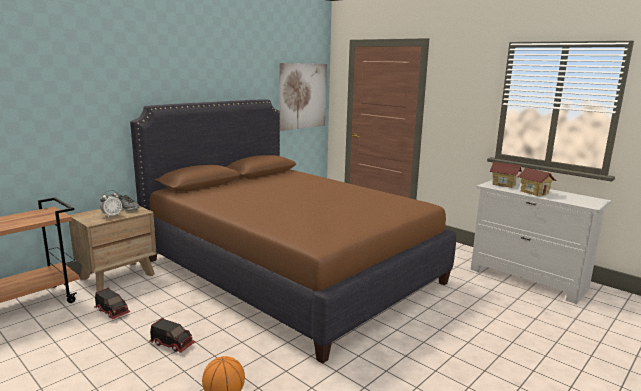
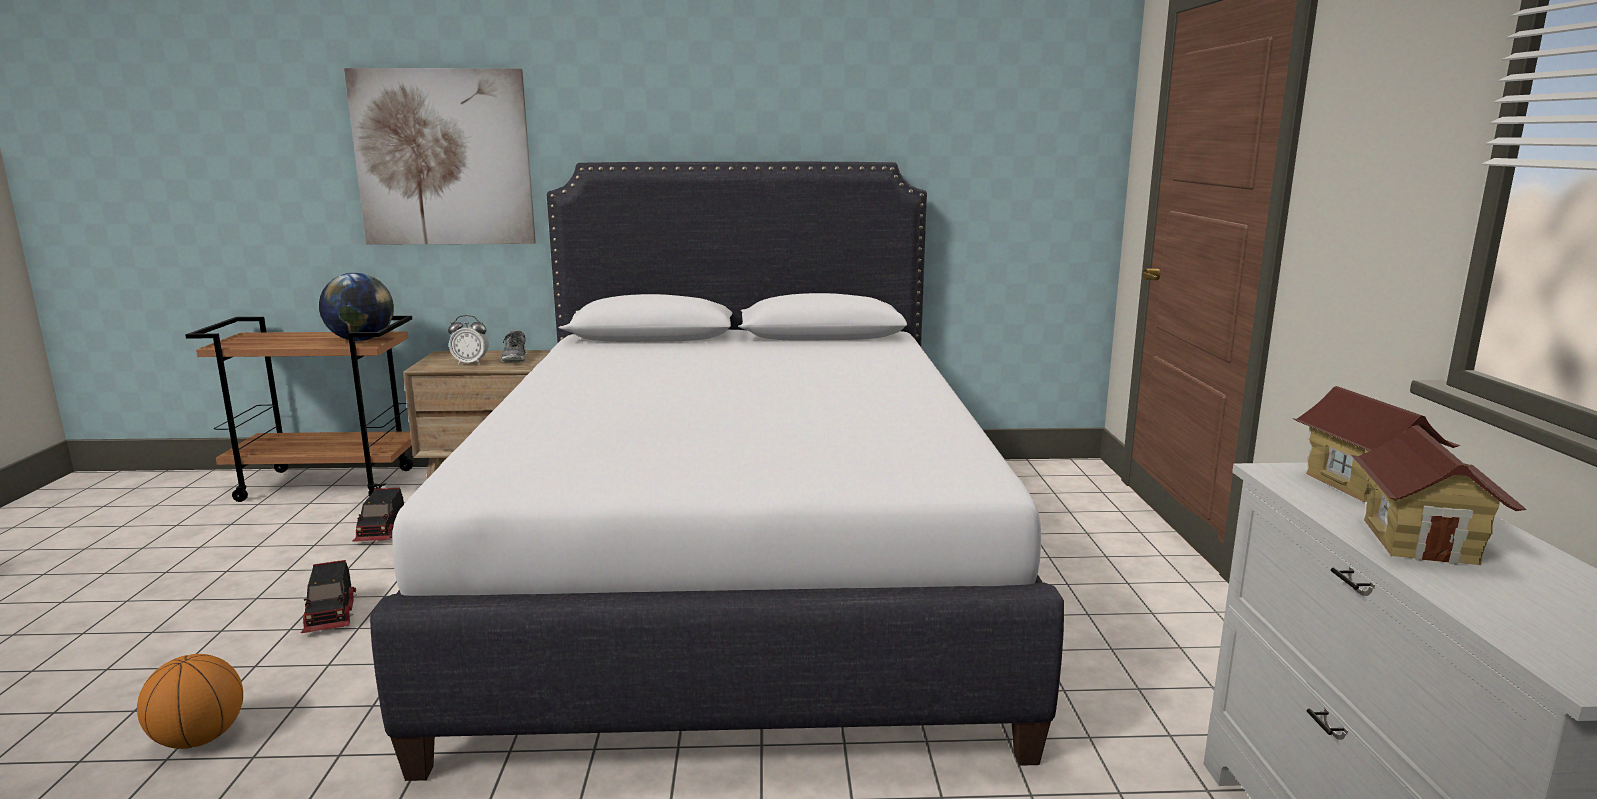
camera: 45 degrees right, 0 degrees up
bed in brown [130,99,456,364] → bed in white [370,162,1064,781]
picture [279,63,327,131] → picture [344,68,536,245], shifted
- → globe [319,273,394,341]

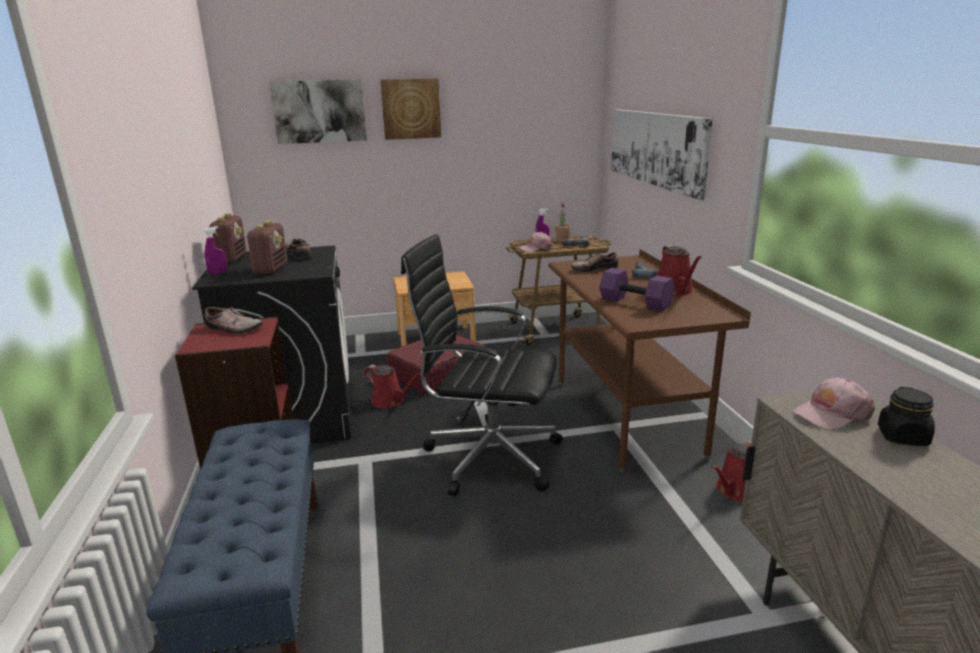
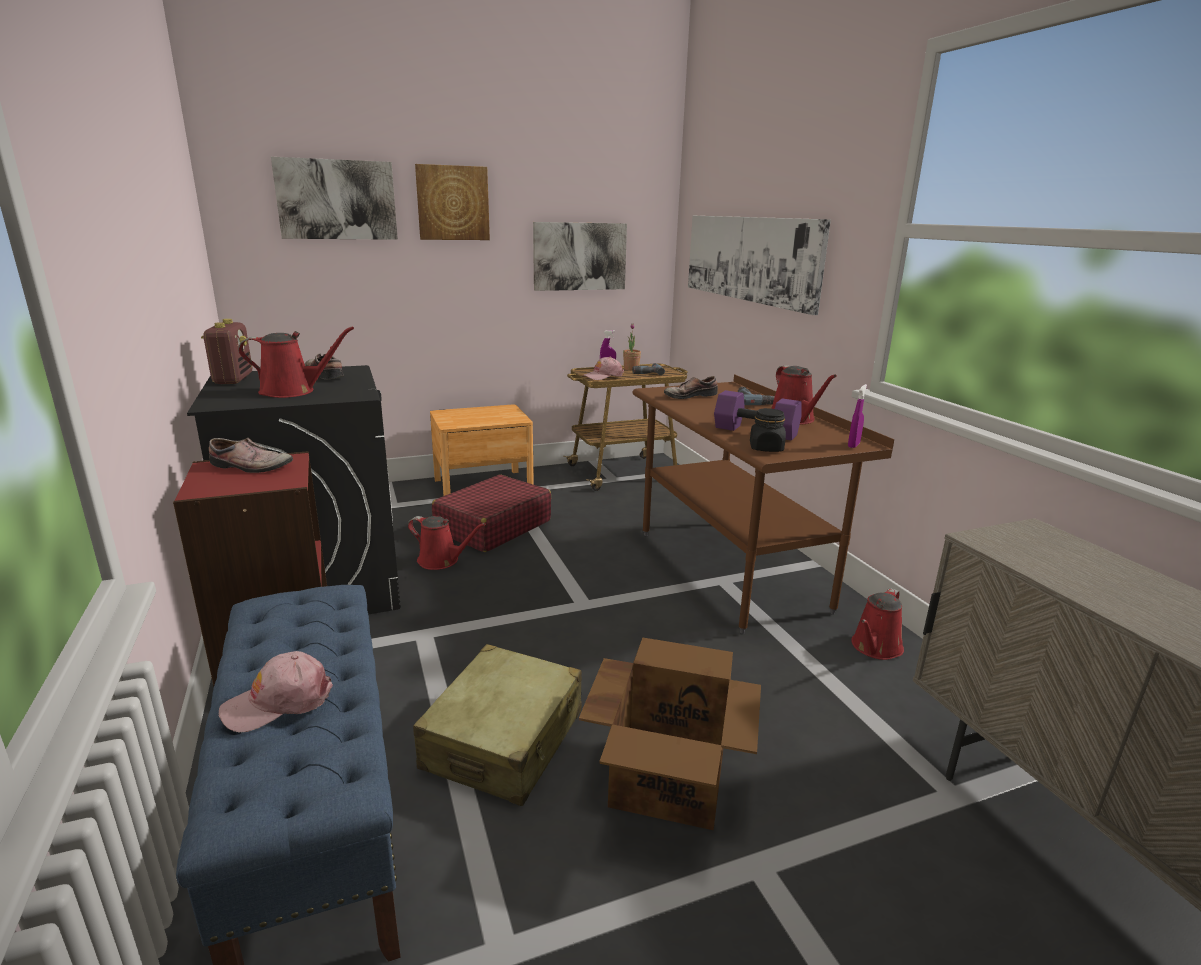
camera: 10 degrees left, 0 degrees up
spray bottle in purple [204,226,227,275] → spray bottle in purple [848,384,867,448], shifted
radio [246,221,287,274] → watering can in red [238,326,354,398]
office chair in black [401,234,563,496] → -
cap in pink [792,378,875,430] → cap in pink [219,651,333,733], shifted
jar in black [878,387,935,446] → jar in black [750,408,786,452], shifted
- → suitcase in beige [413,644,582,806]
- → picture [533,222,627,291]
- → cardboard box [579,638,761,830]

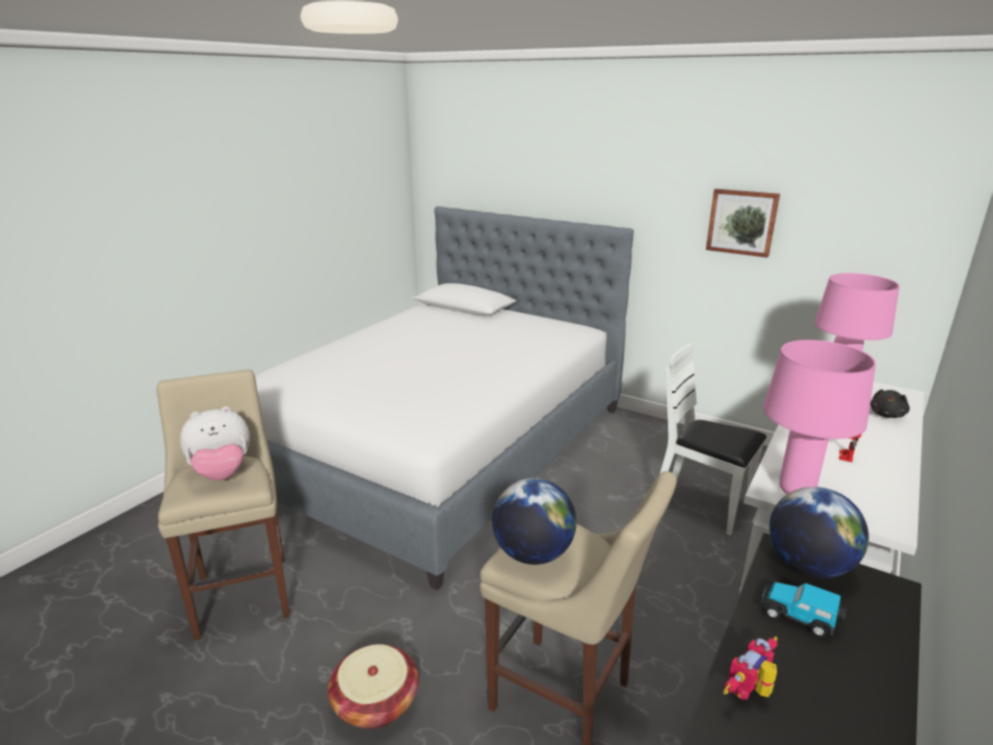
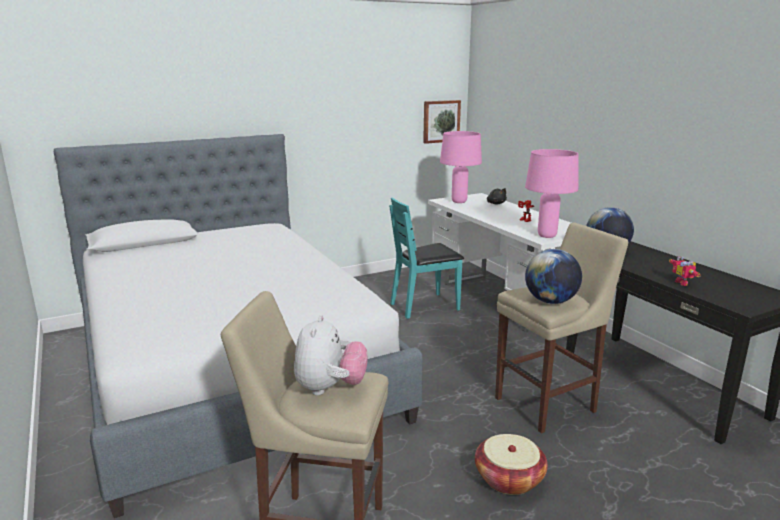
camera: 60 degrees left, 5 degrees down
chair in white [660,343,767,536] → chair in turquoise [389,198,464,319]
picture [706,189,780,258] → picture [423,100,461,144], shifted
toy car [761,581,846,637] → -

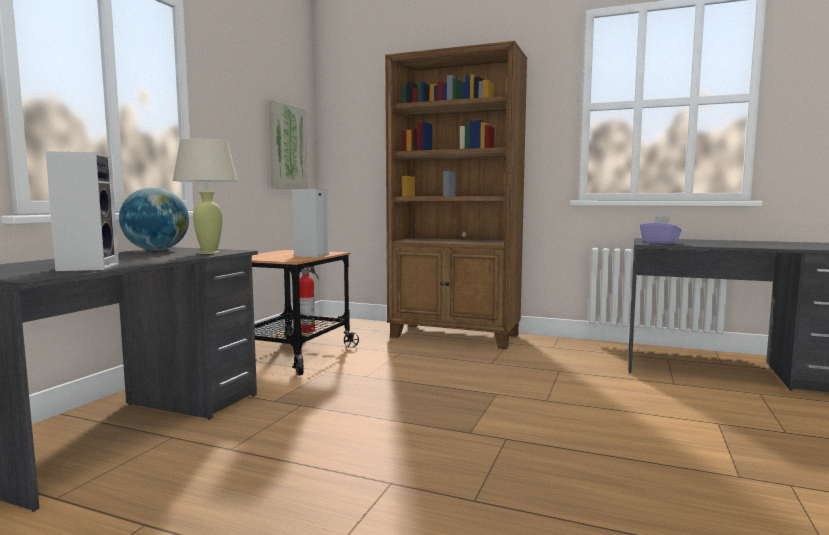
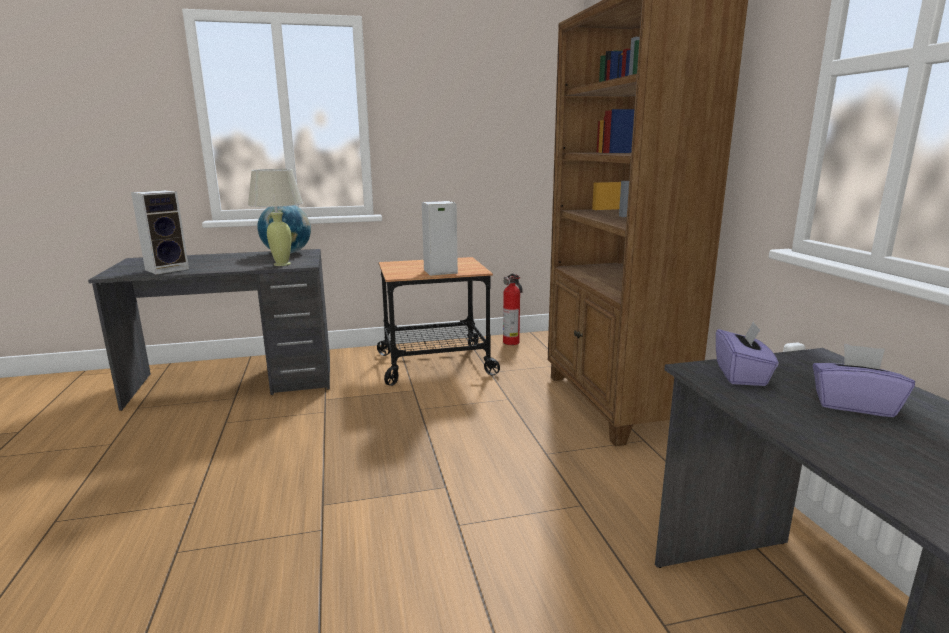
camera: 55 degrees right, 10 degrees up
picture [268,100,308,189] → -
- → tissue box in purple [813,344,915,417]

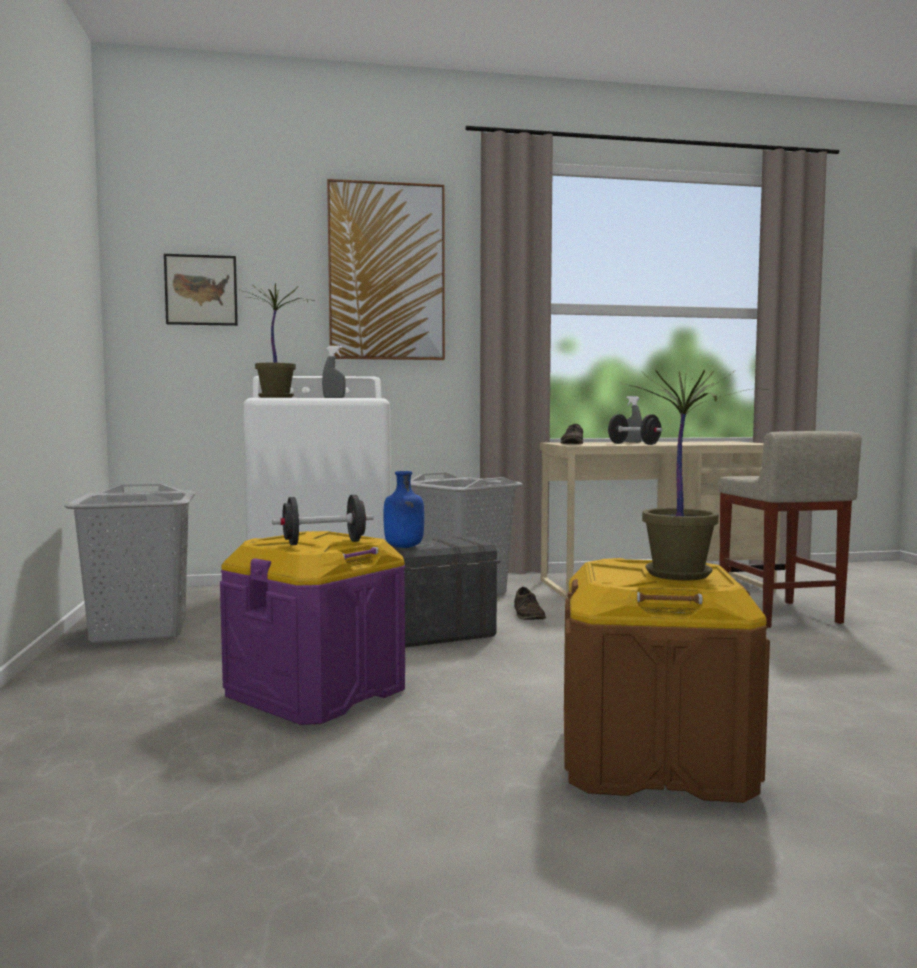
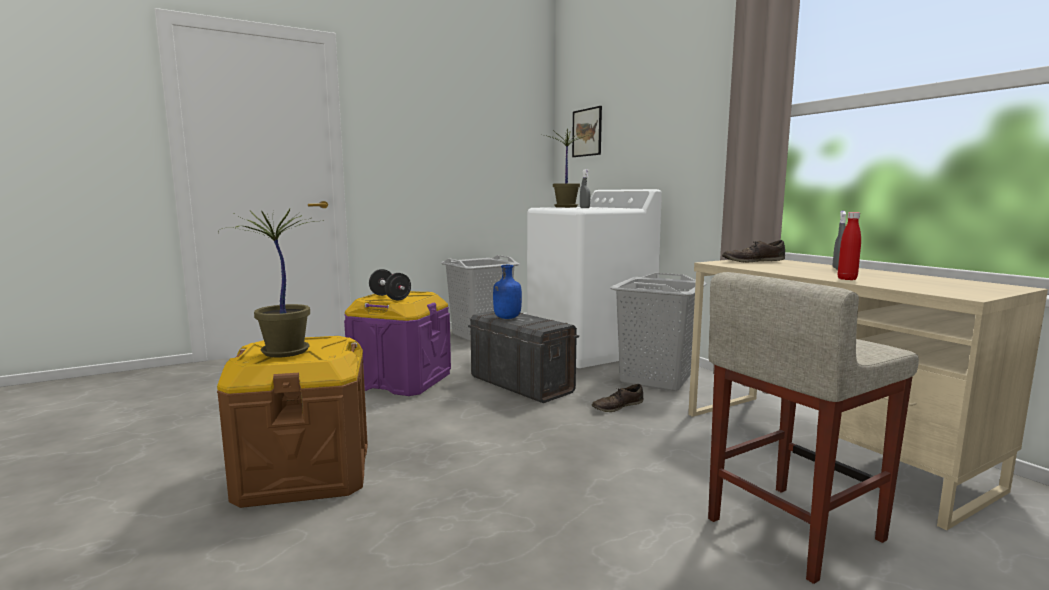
camera: 70 degrees right, 5 degrees up
picture [327,179,445,360] → -
dumbbell in black [608,414,662,445] → -
- → bottle in red [838,212,861,280]

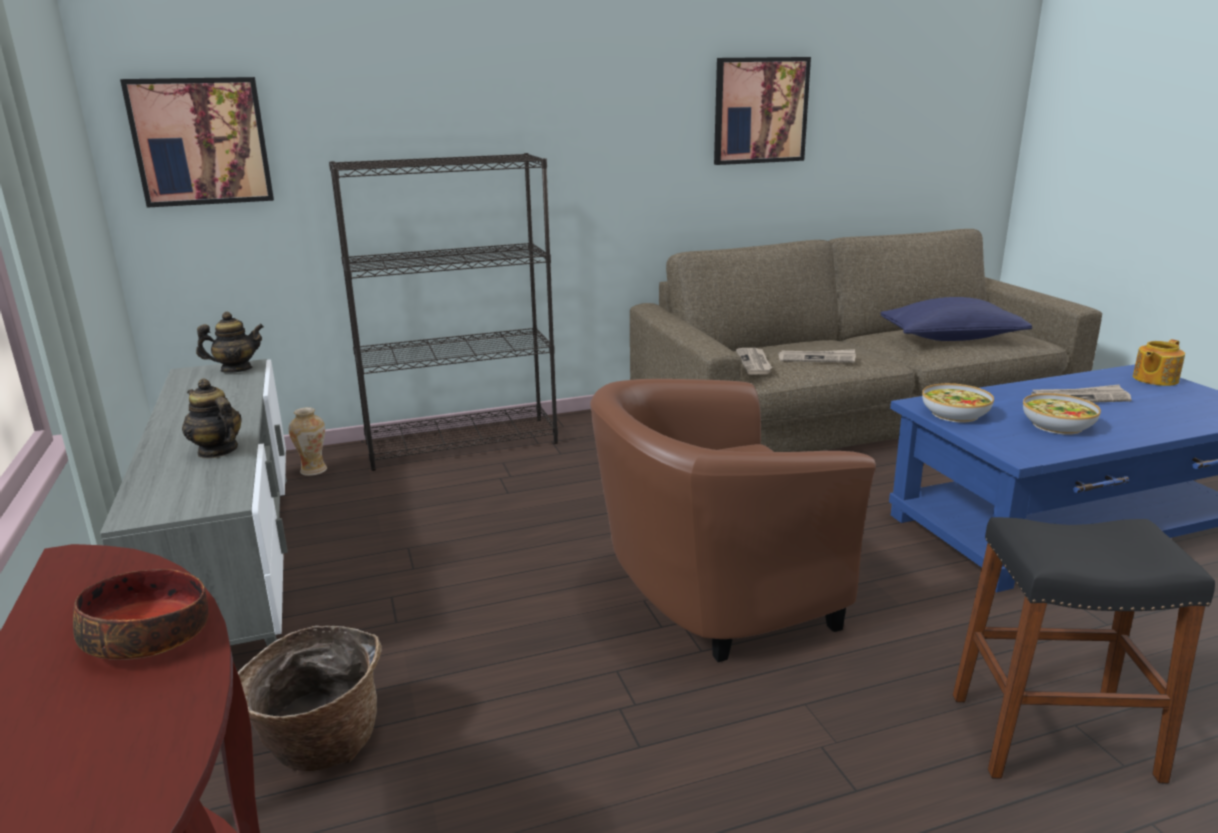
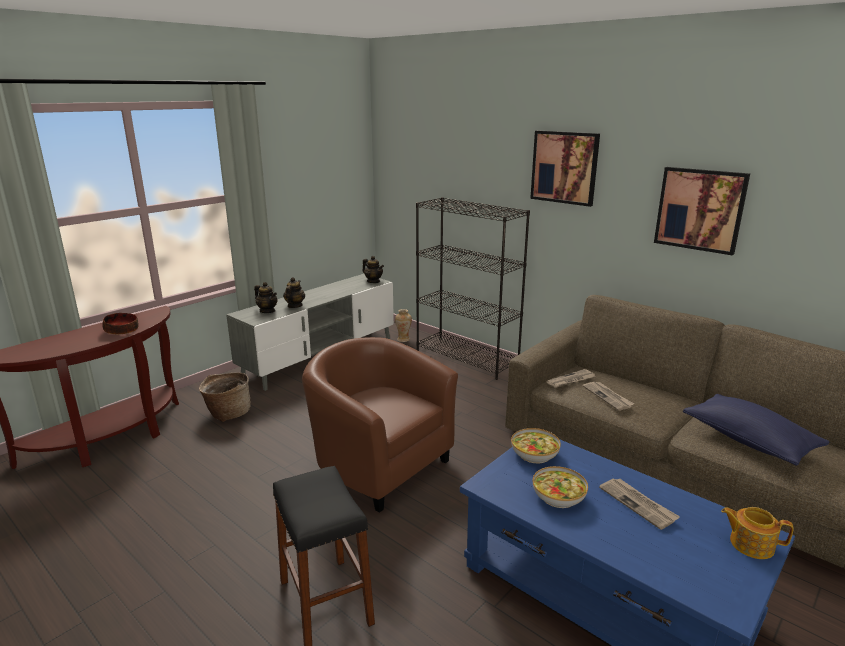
camera: 60 degrees right, 0 degrees up
picture [120,77,274,208] → picture [530,131,600,207], shifted
- → teapot [254,282,277,313]

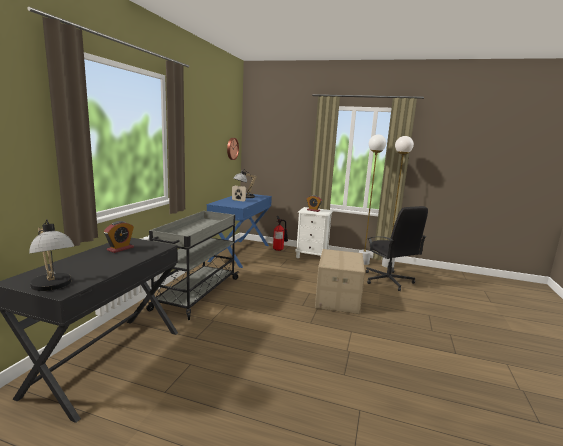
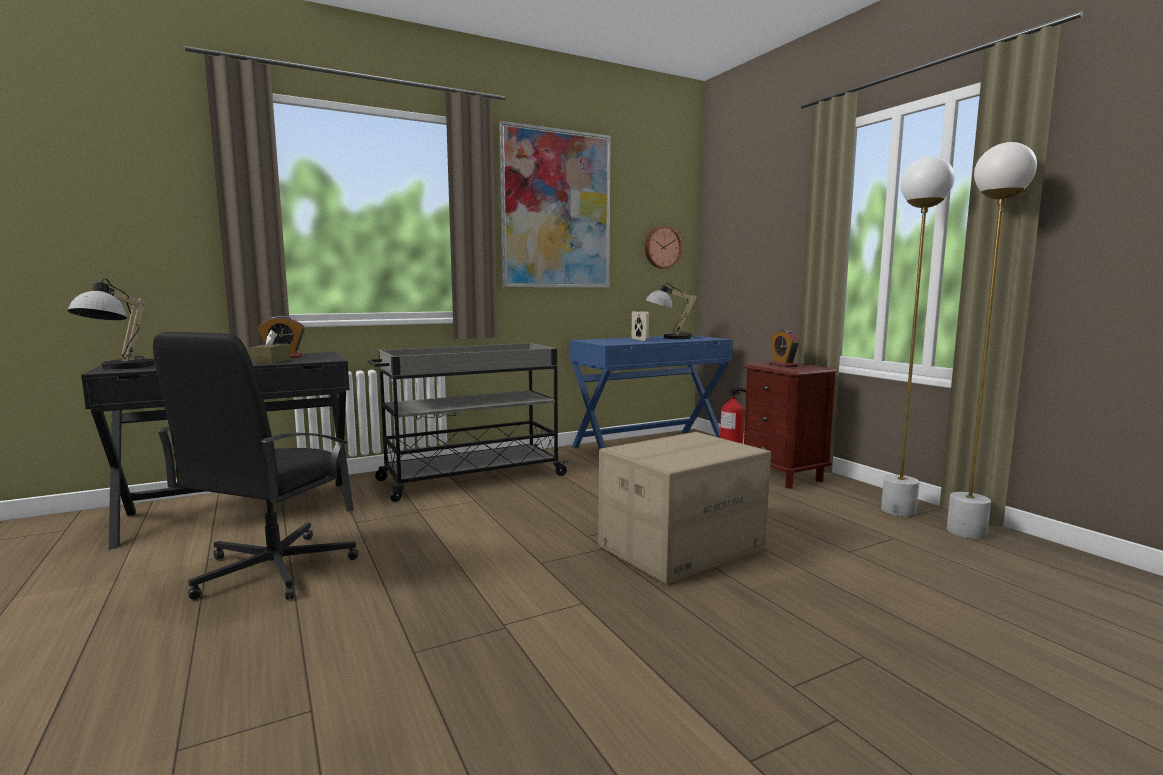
camera: 45 degrees right, 5 degrees down
nightstand in white [295,207,333,258] → nightstand in brown [744,362,838,488]
office chair in black [366,206,428,291] → office chair in black [153,332,359,600], shifted
- → tissue box in brown [251,330,291,364]
- → picture [499,121,611,287]

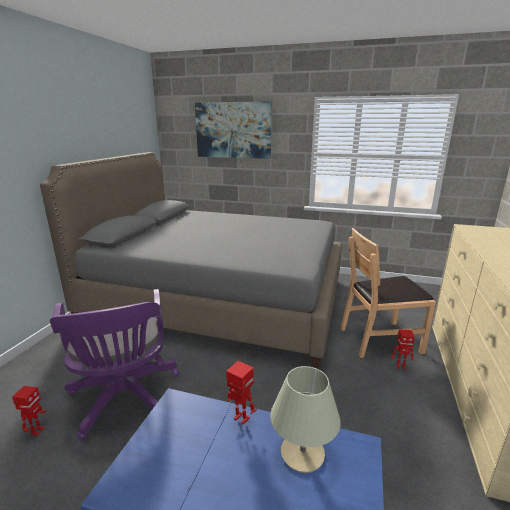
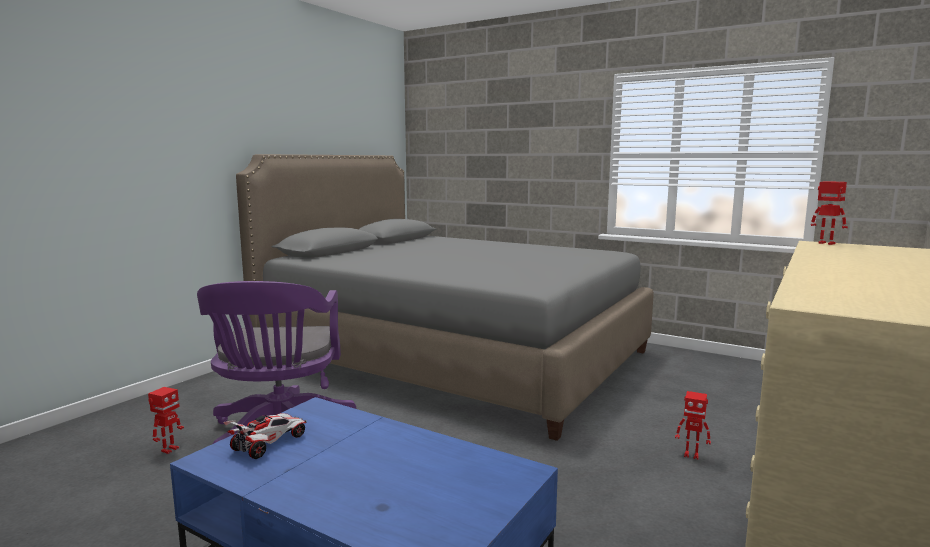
camera: 15 degrees right, 10 degrees down
picture [195,101,272,159] → -
toy robot [226,361,257,424] → toy robot [811,181,848,245], shifted
table lamp in beige [270,366,341,473] → -
chair in brown [341,228,436,358] → -
- → toy car [223,413,306,459]

